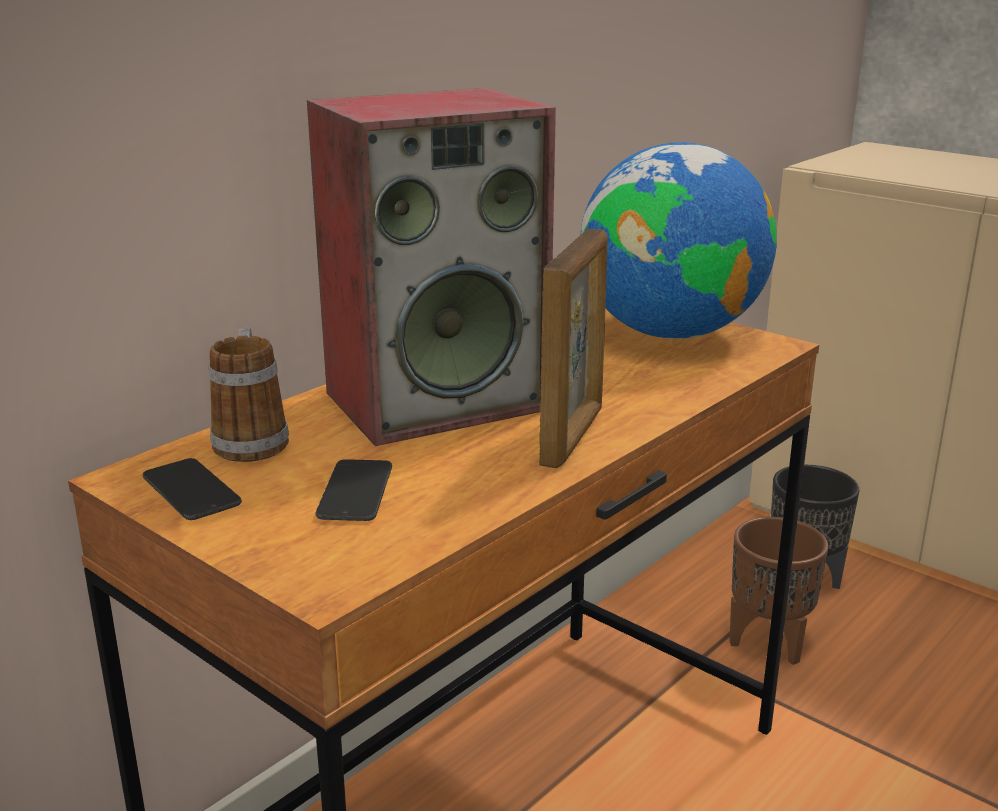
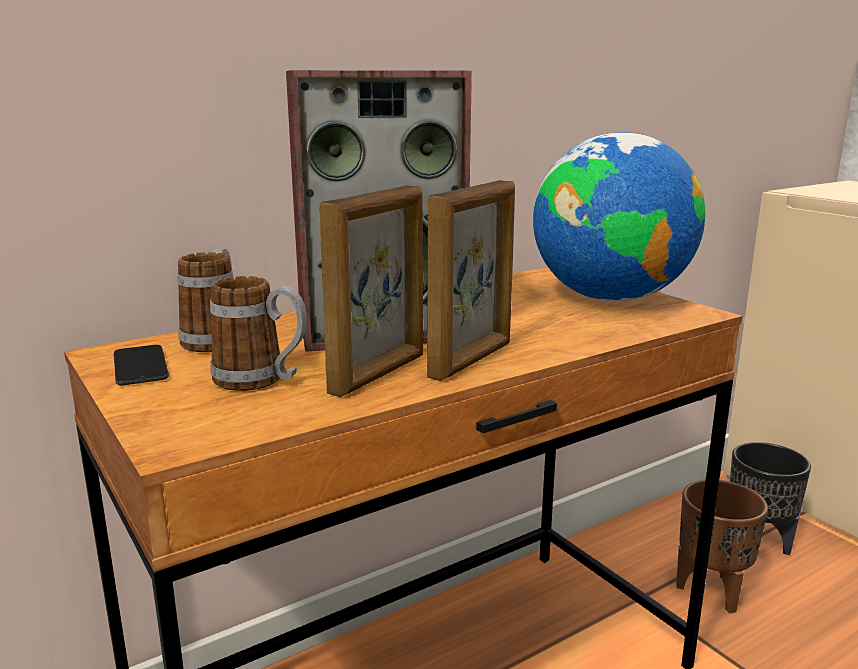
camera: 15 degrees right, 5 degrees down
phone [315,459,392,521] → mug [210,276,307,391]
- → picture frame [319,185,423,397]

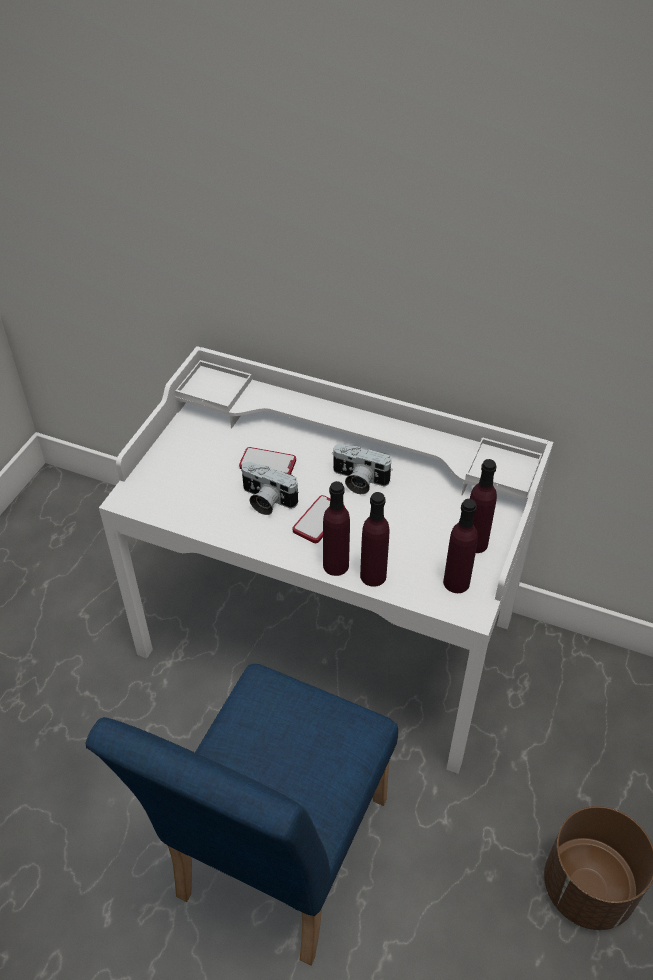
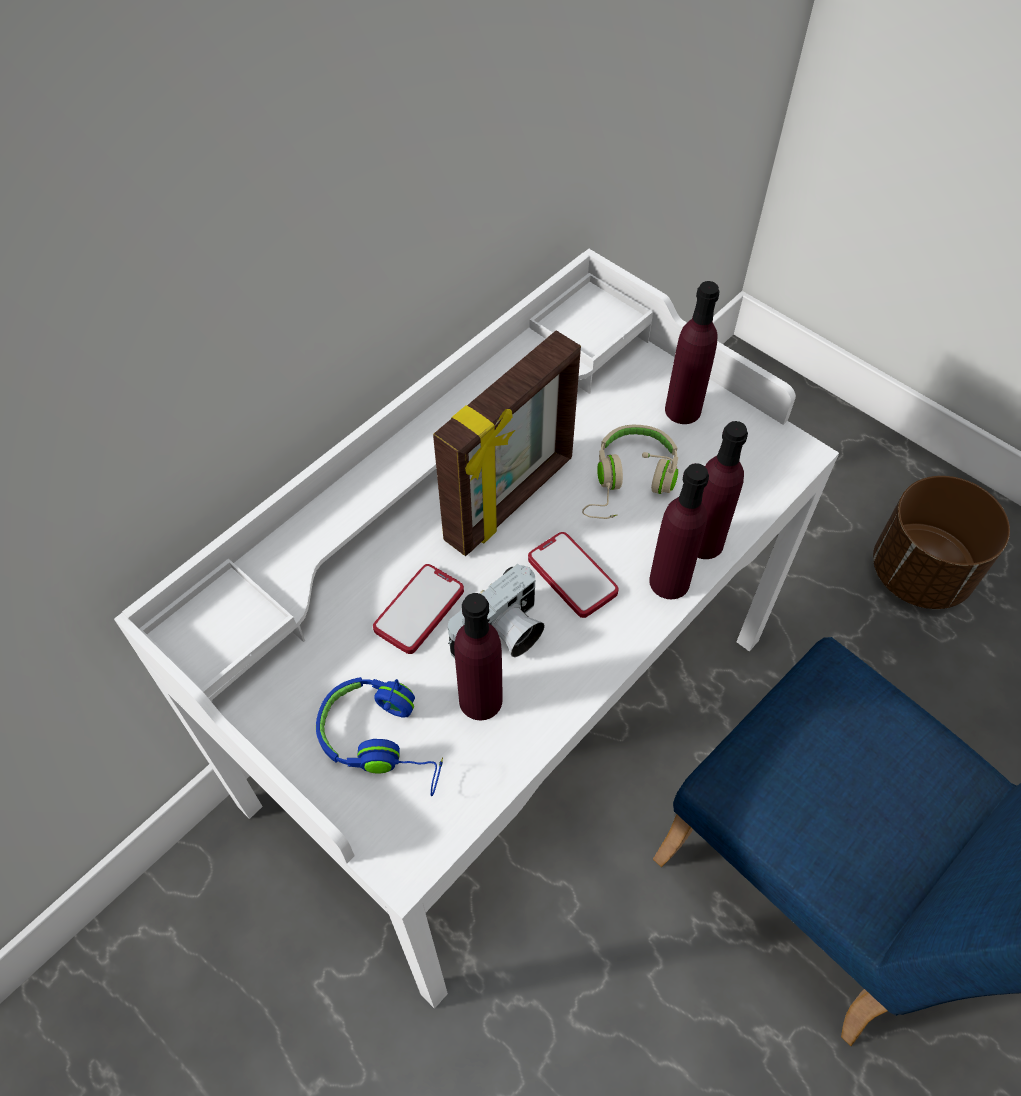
camera: 70 degrees left, 10 degrees up
photo camera [332,444,393,494] → picture frame [433,331,581,556]
bottle in purple [443,499,478,593] → bottle in purple [454,593,503,720], shifted
- → headphones in blue [316,677,443,796]
- → headphones in beige [582,425,678,519]

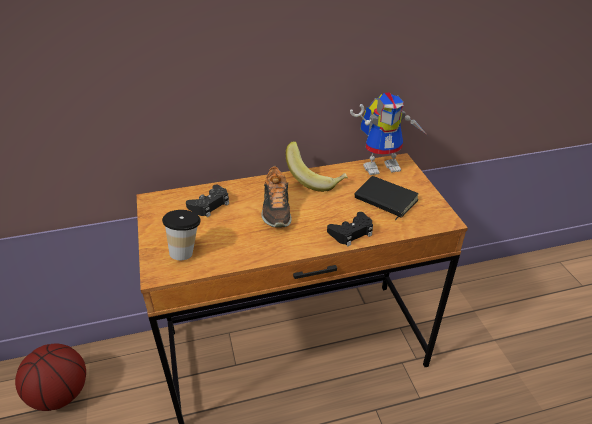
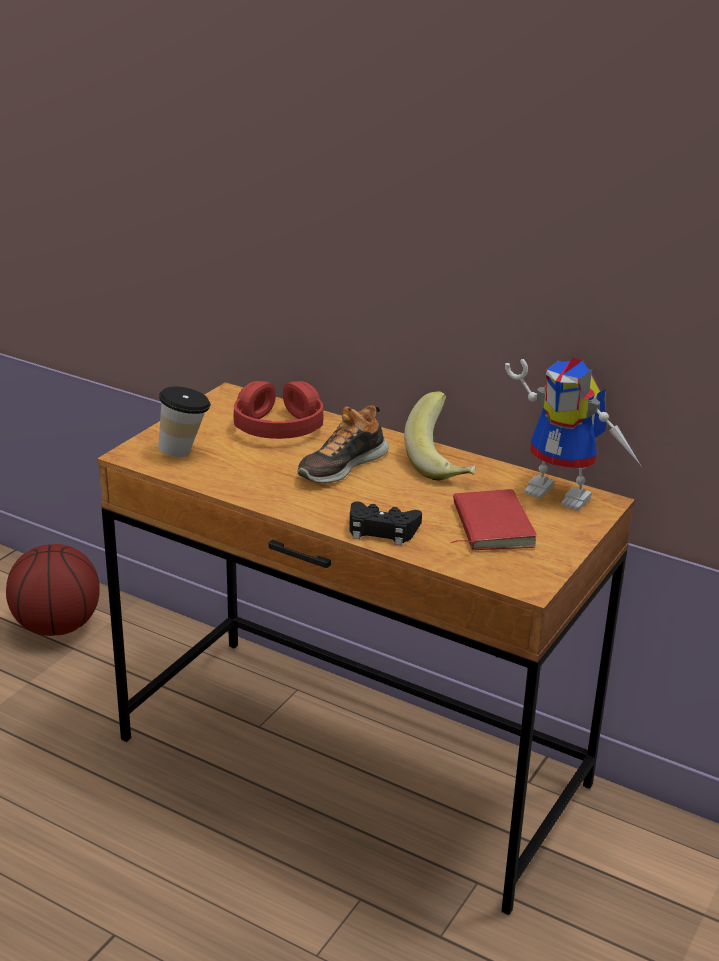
camera: 45 degrees right, 10 degrees down
game controller in black [186,184,229,217] → headphones in red [233,381,324,439]
book in black [355,176,419,220] → book in red [451,489,537,550]

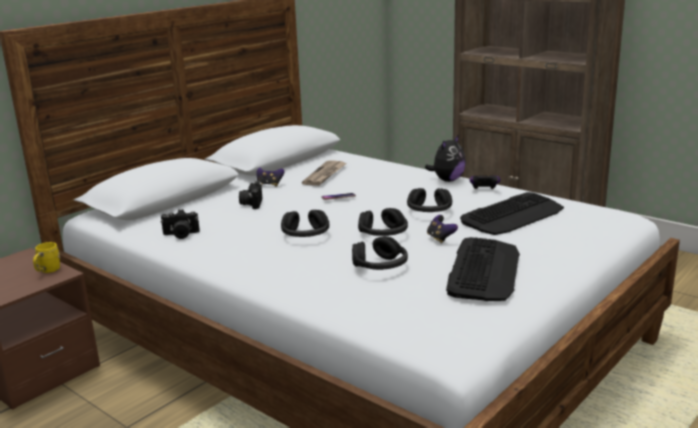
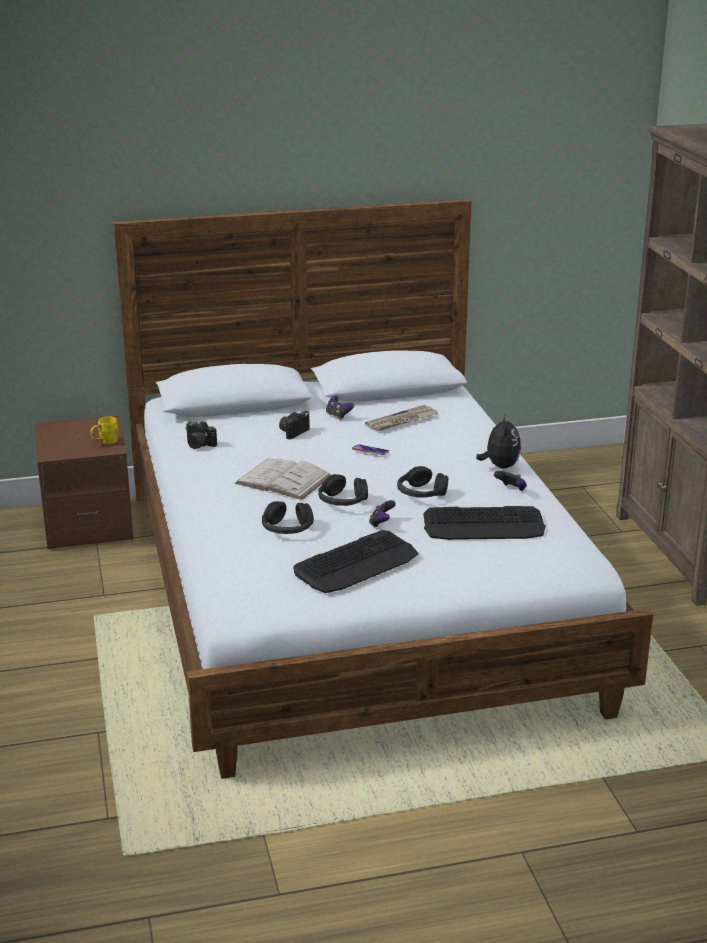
camera: 35 degrees right, 5 degrees up
headphones in black [281,210,330,237] → book in white [235,458,331,500]
plush toy [425,134,466,182] → plush toy [476,414,521,469], 75 degrees counterclockwise

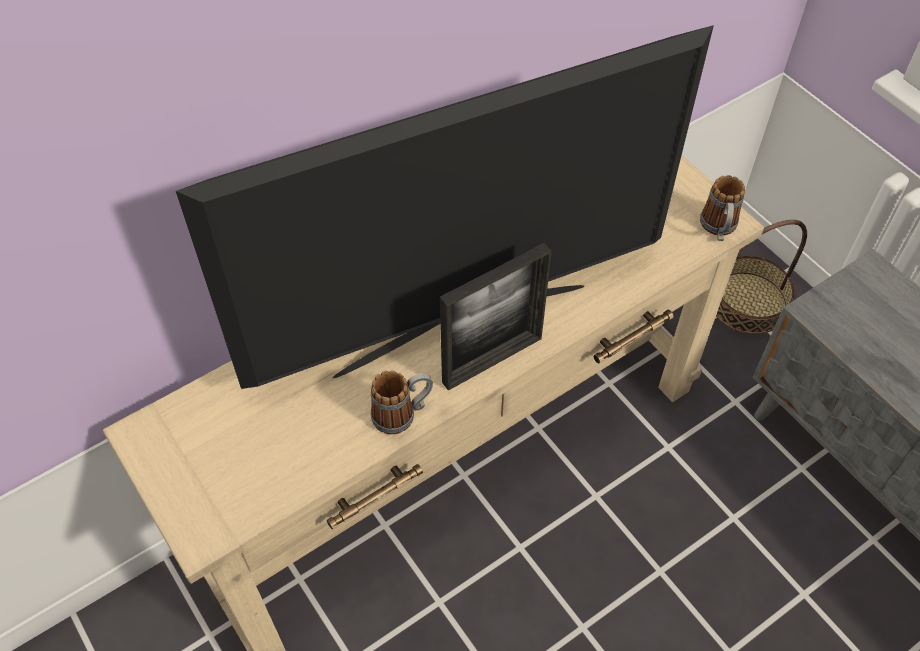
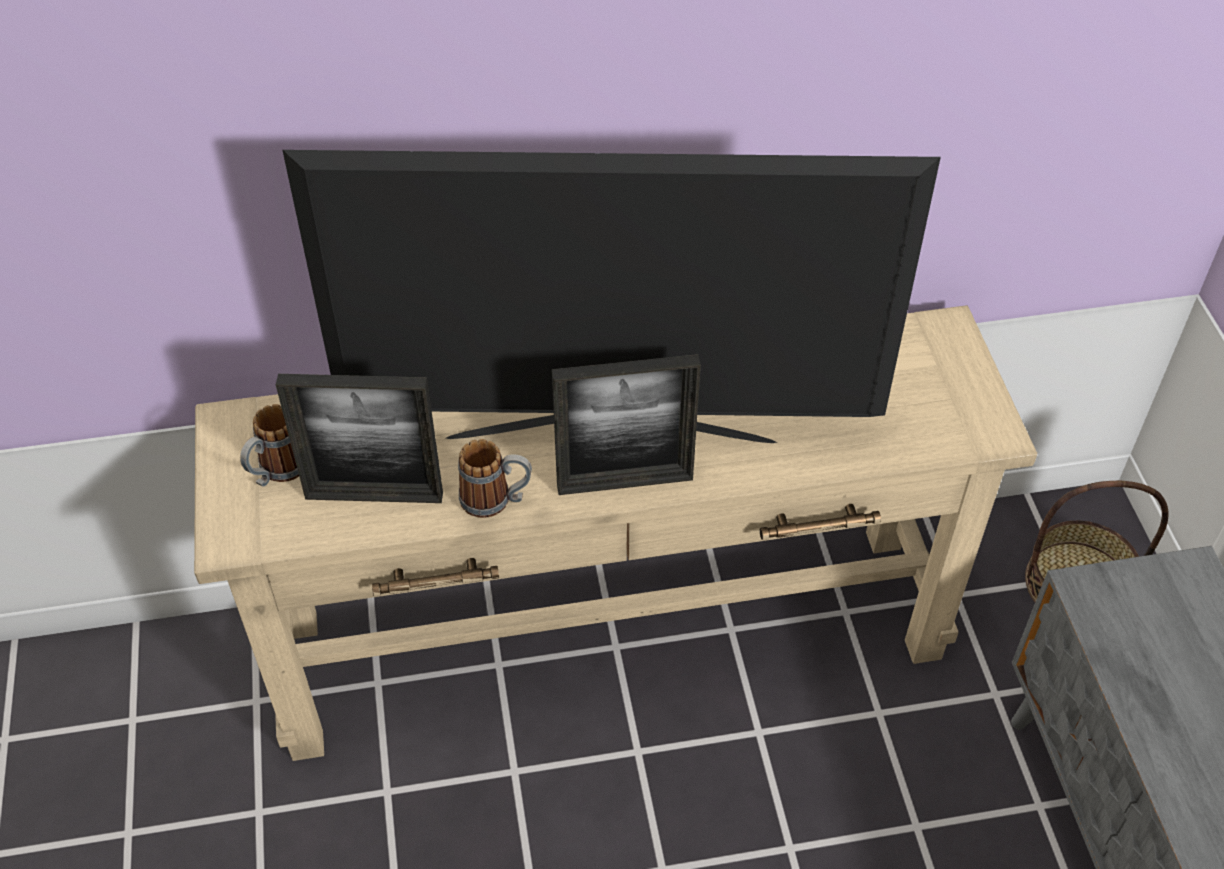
camera: 25 degrees right, 5 degrees down
mug [700,175,745,241] → mug [240,404,299,487], shifted
- → picture frame [276,374,443,503]

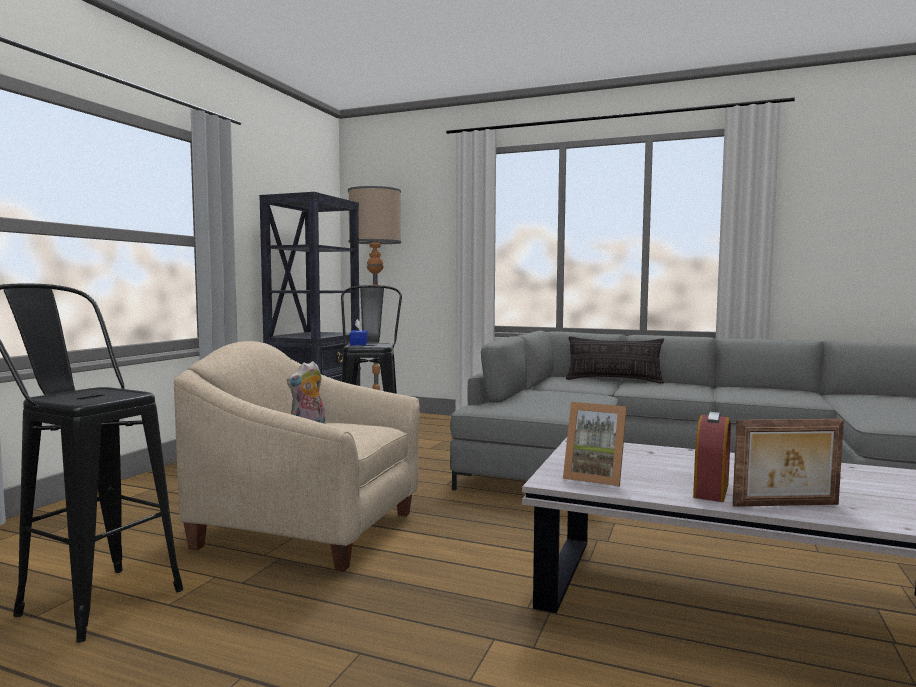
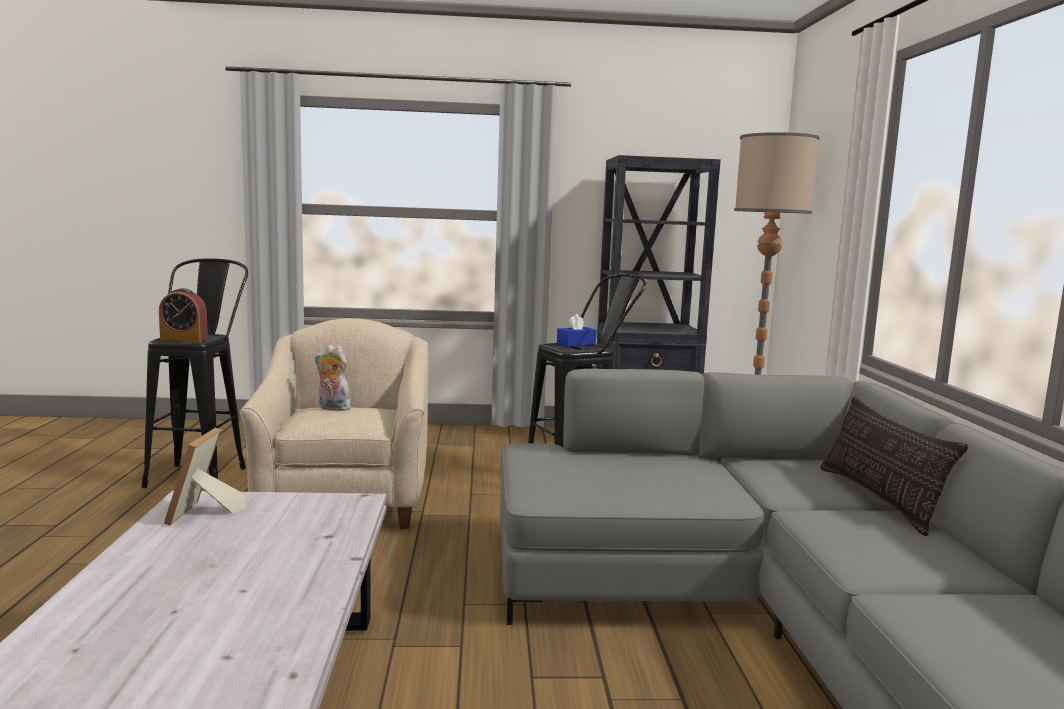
camera: 65 degrees right, 5 degrees up
alarm clock [693,412,731,502] → alarm clock [159,288,208,342], shifted
picture frame [732,419,844,507] → -

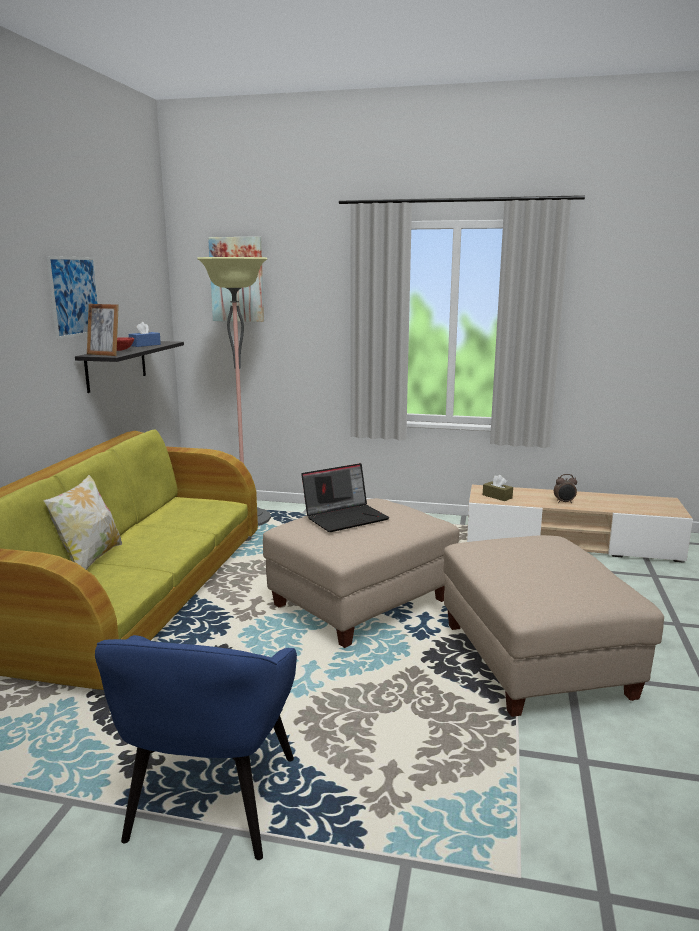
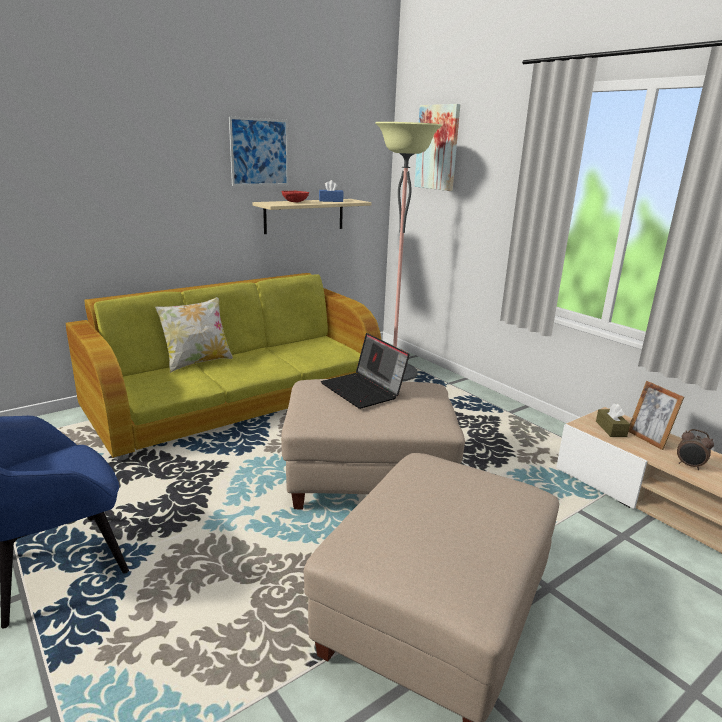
camera: 40 degrees right, 5 degrees up
shelf in black [75,341,184,393] → shelf in beige [252,199,372,234]
picture frame [87,304,119,356] → picture frame [628,381,684,450], shifted
laptop [301,463,389,532] → laptop [321,333,410,409], 45 degrees clockwise

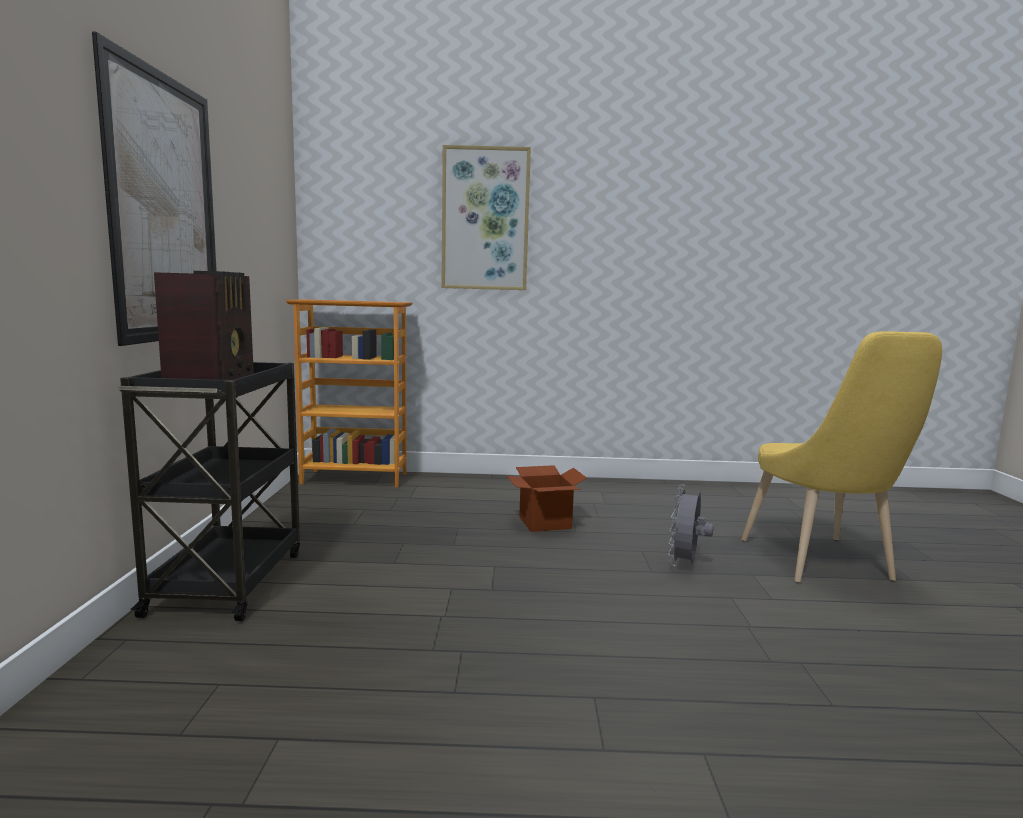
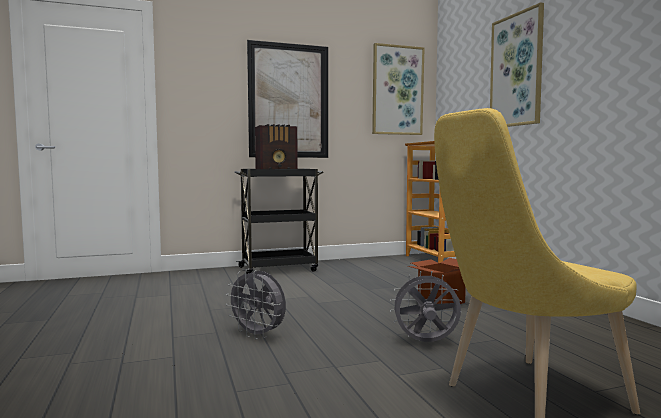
camera: 70 degrees right, 5 degrees down
- → fan in grey [226,269,286,339]
- → picture [372,43,424,135]

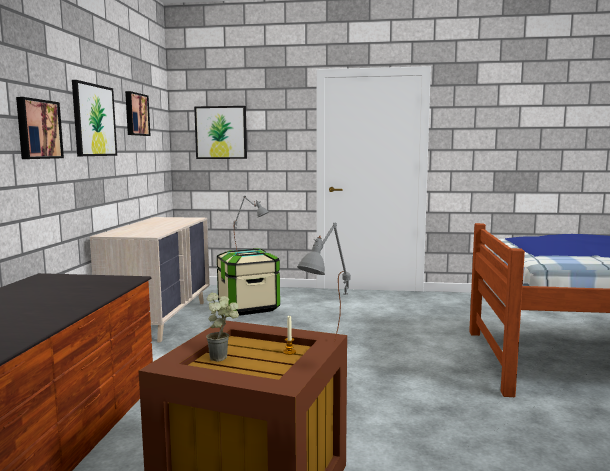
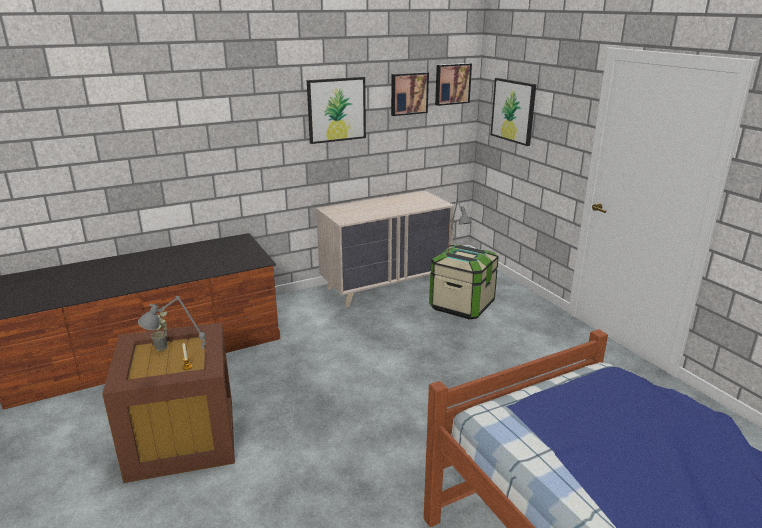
camera: 55 degrees right, 15 degrees up
picture [16,97,64,159] → picture [435,63,472,106], shifted

